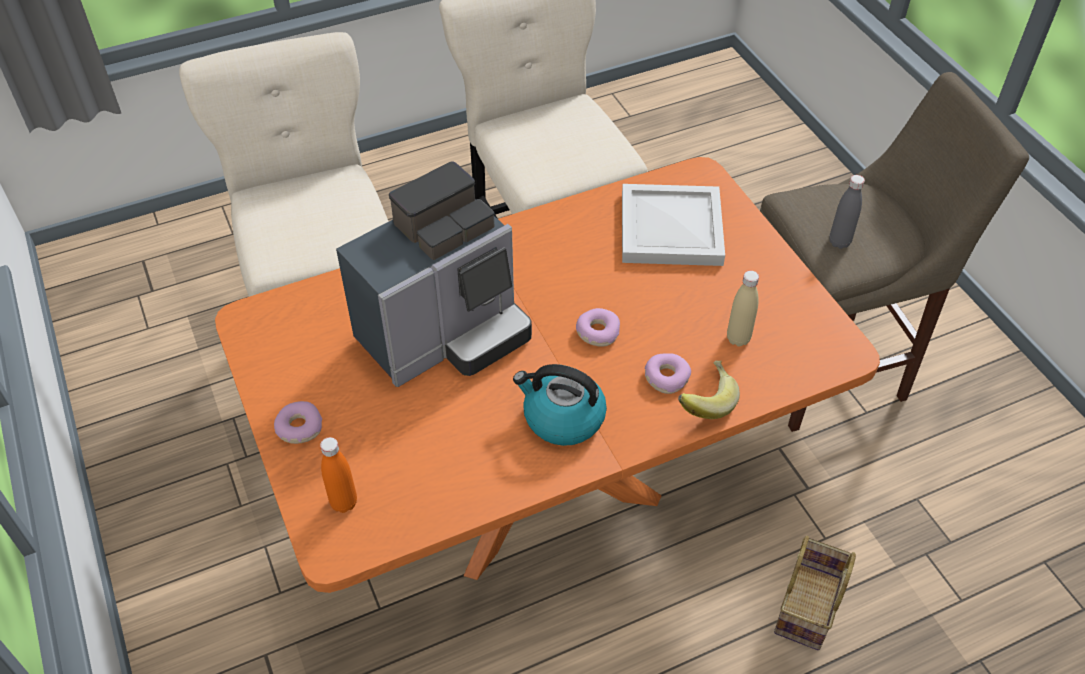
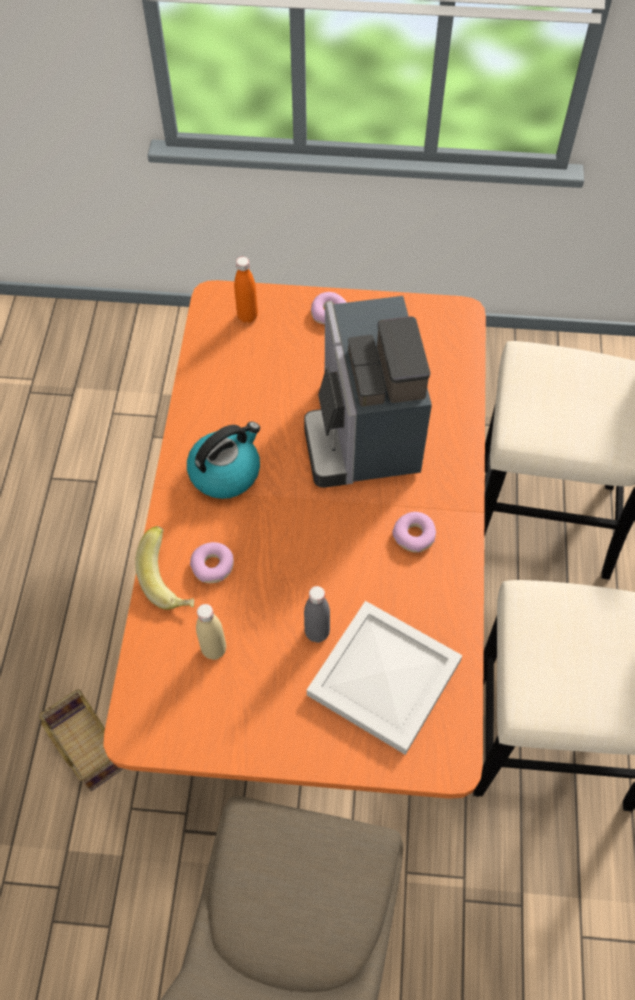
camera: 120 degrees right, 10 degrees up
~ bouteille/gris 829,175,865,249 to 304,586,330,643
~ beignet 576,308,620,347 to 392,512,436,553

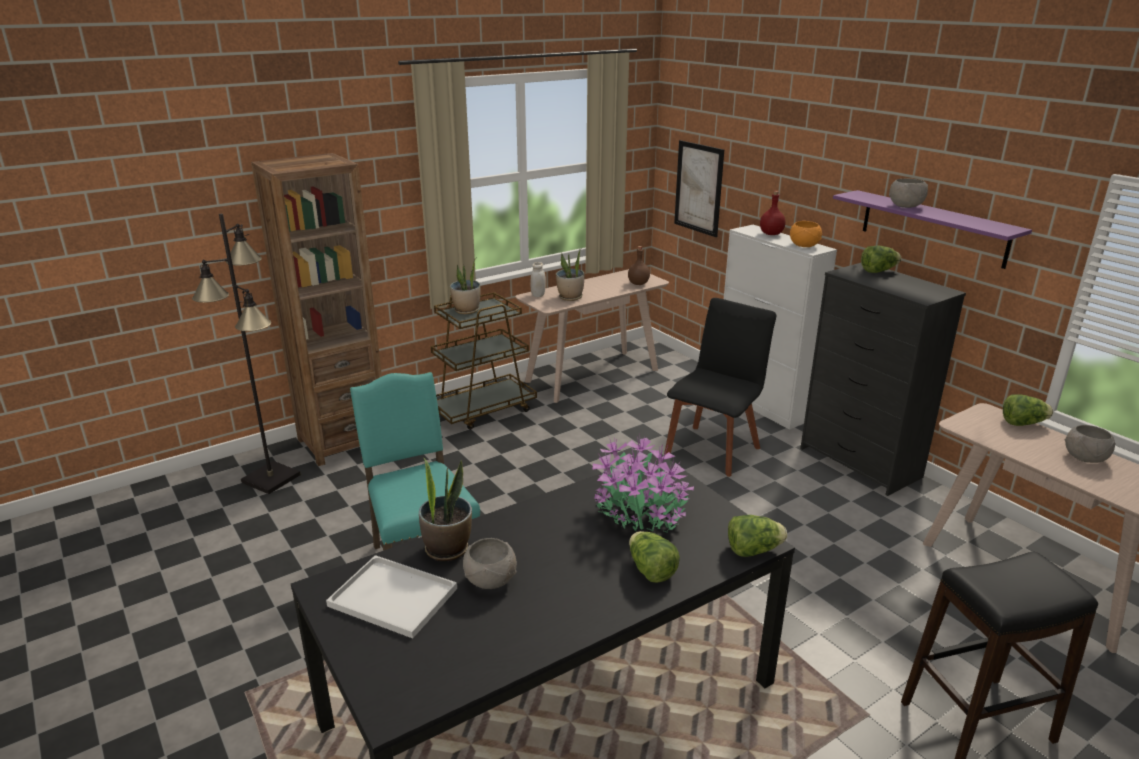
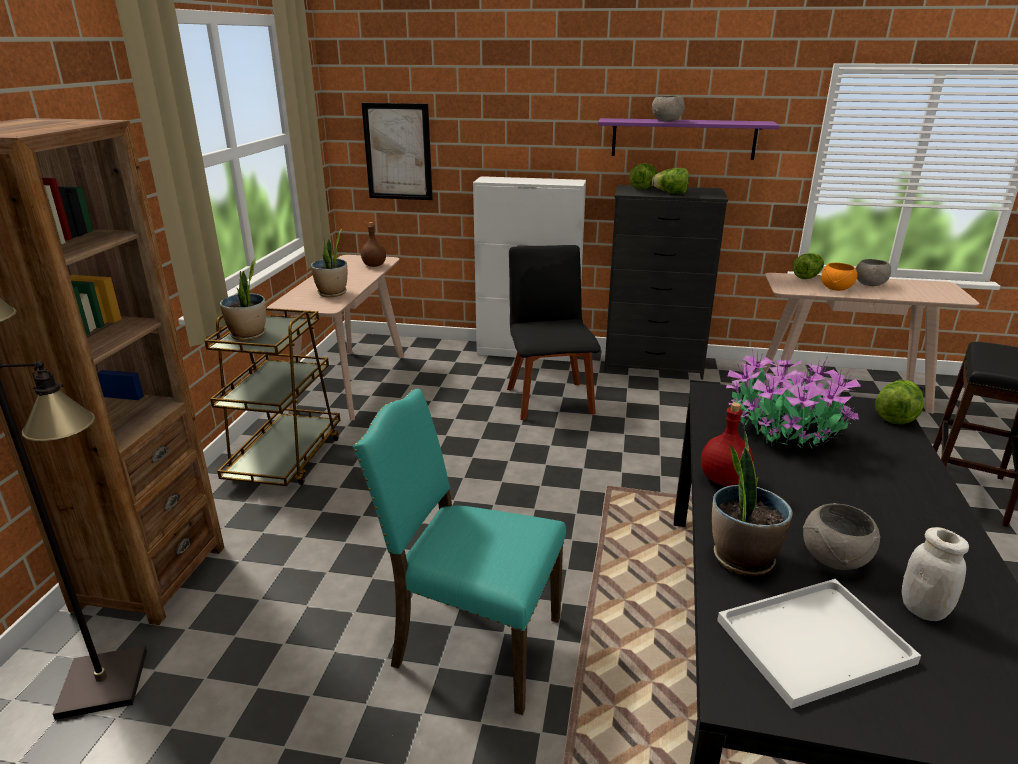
camera: 45 degrees left, 0 degrees up
~ laitue 629,531,680,583 to 652,168,689,194
~ bouteille/rouge 760,191,785,235 to 701,402,753,486
~ bol/orange 790,221,822,247 to 821,263,857,291
~ bocal/blanc 531,262,546,297 to 902,527,969,621

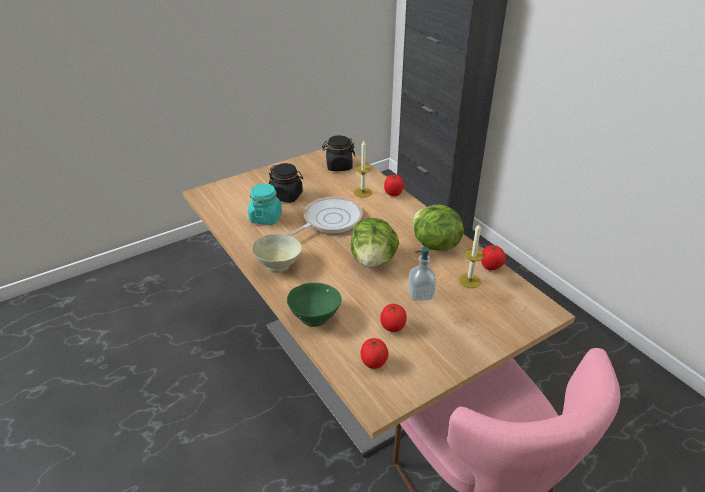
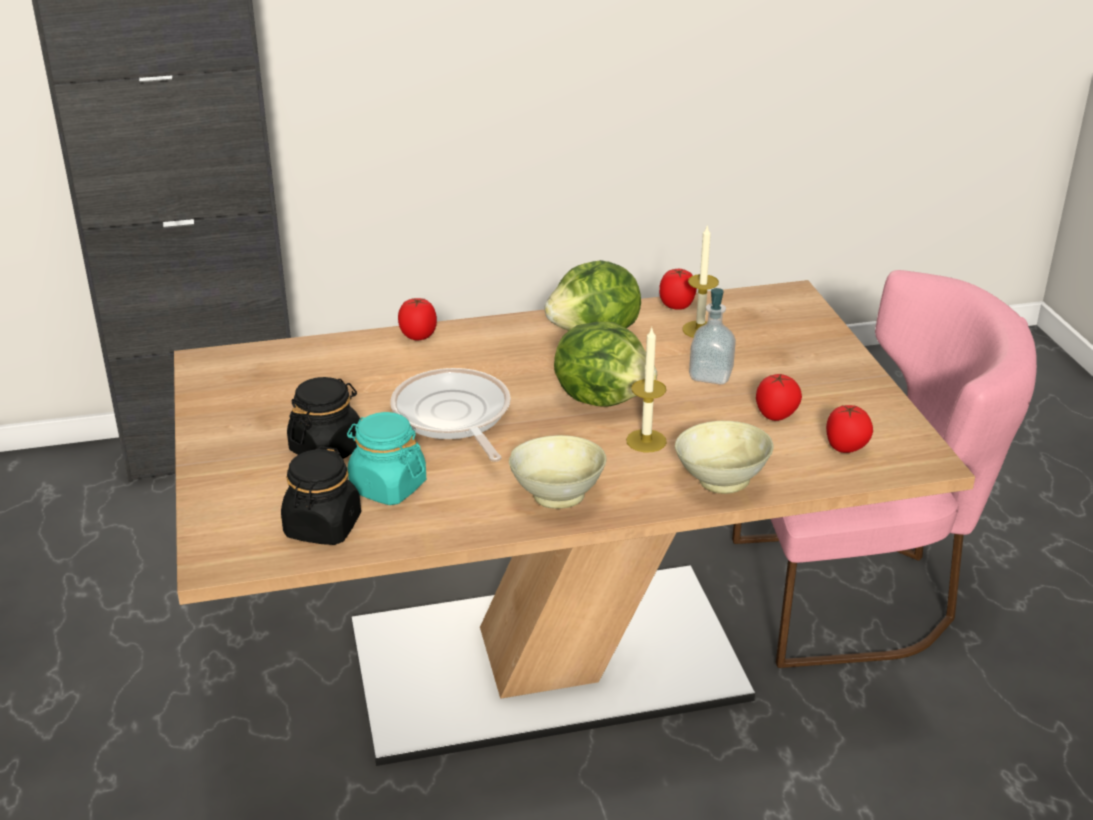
camera: 70 degrees left, 5 degrees down
~ bocal/noir 322,135,356,171 to 281,446,361,545
~ bougie 354,141,372,197 to 626,327,667,452
~ bol/vert 287,283,341,327 to bol/beige 675,421,774,494

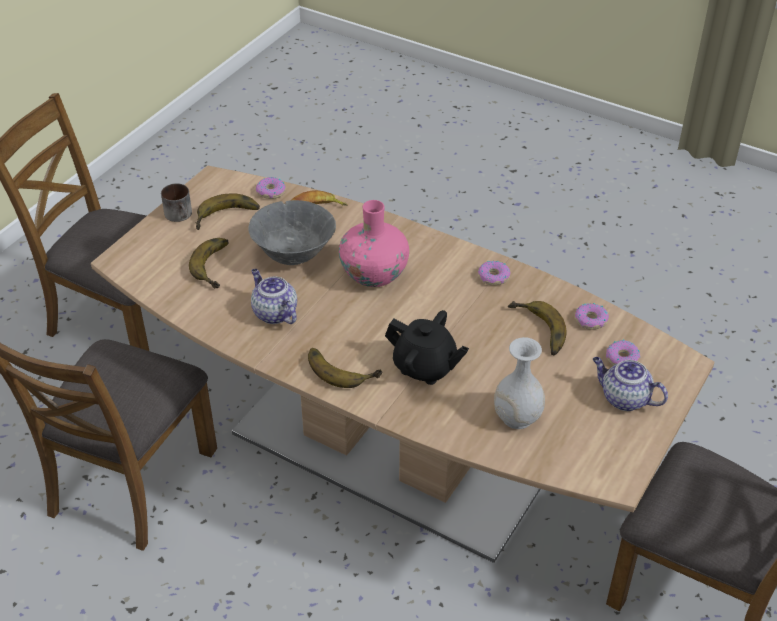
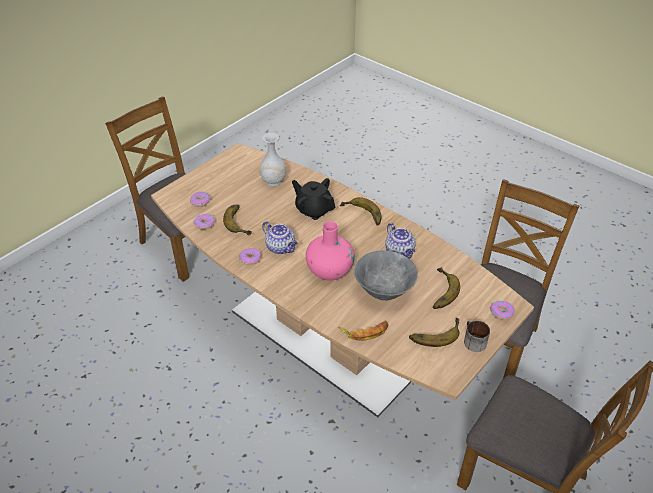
camera: 170 degrees left, 0 degrees up
~ théière 593,357,668,411 to 262,221,298,254
~ beignet 256,177,286,199 to 490,300,514,320

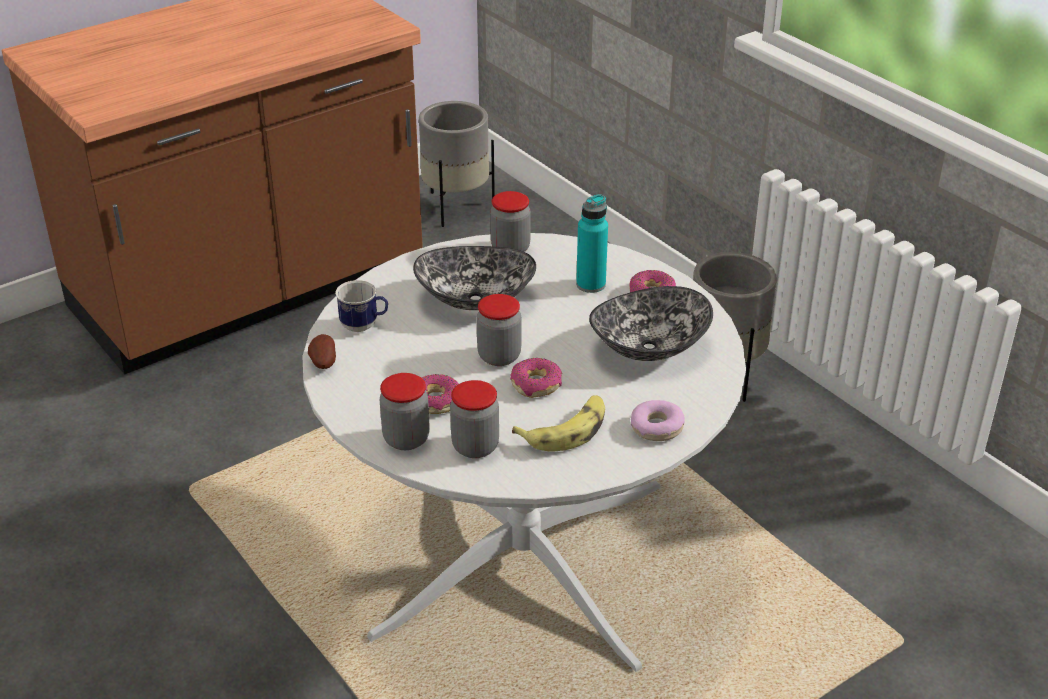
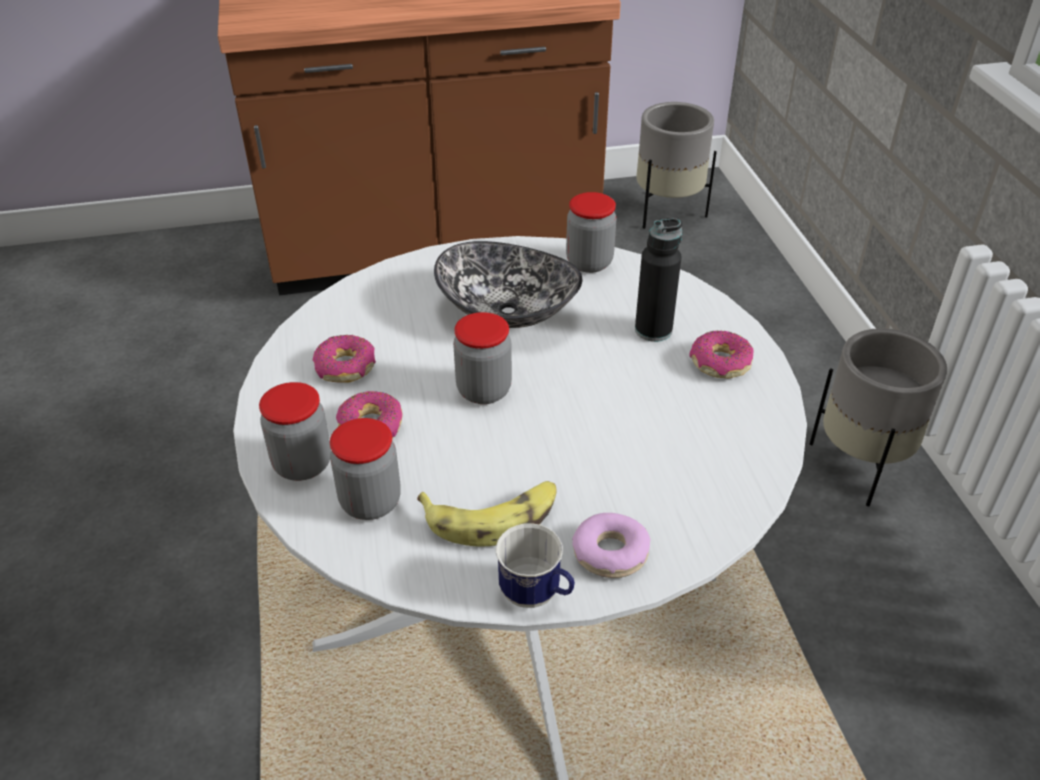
camera: 25 degrees right, 5 degrees up
~ beignet 510,358,562,398 to 313,335,376,383
~ mug 335,280,388,332 to 496,523,575,608
~ bouteille/turquoise 576,194,608,293 to bouteille/noir 635,218,682,342
- pomme de terre 308,334,336,369
- bol 589,286,713,361

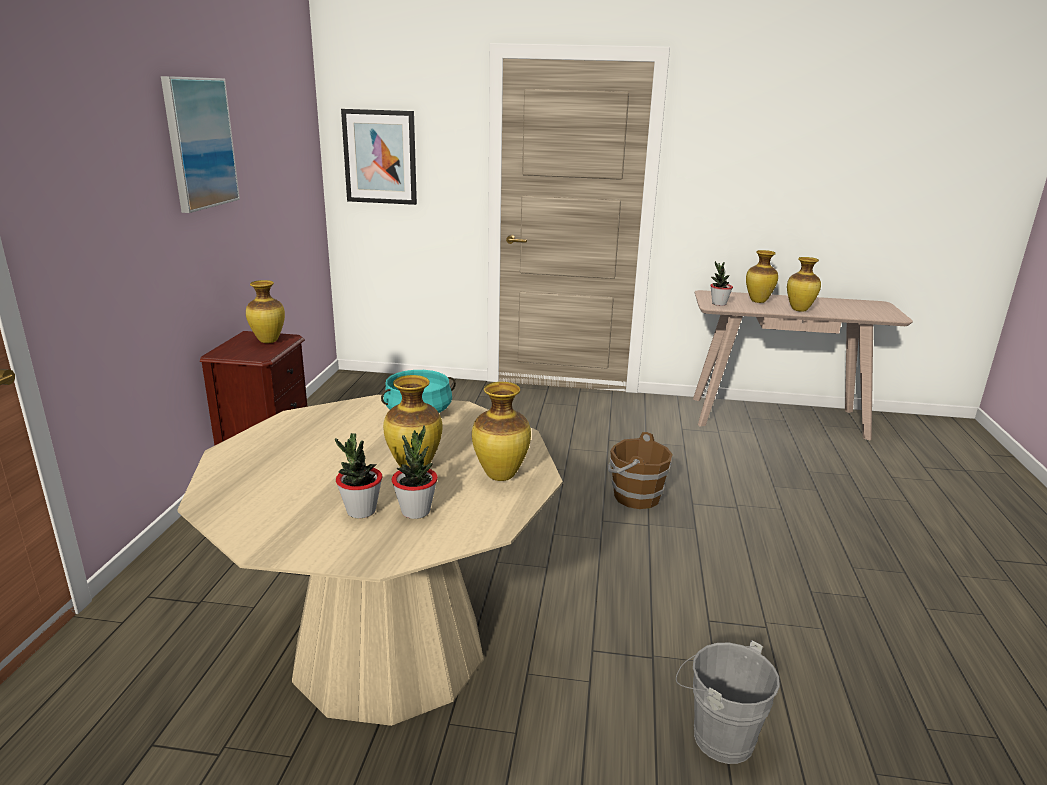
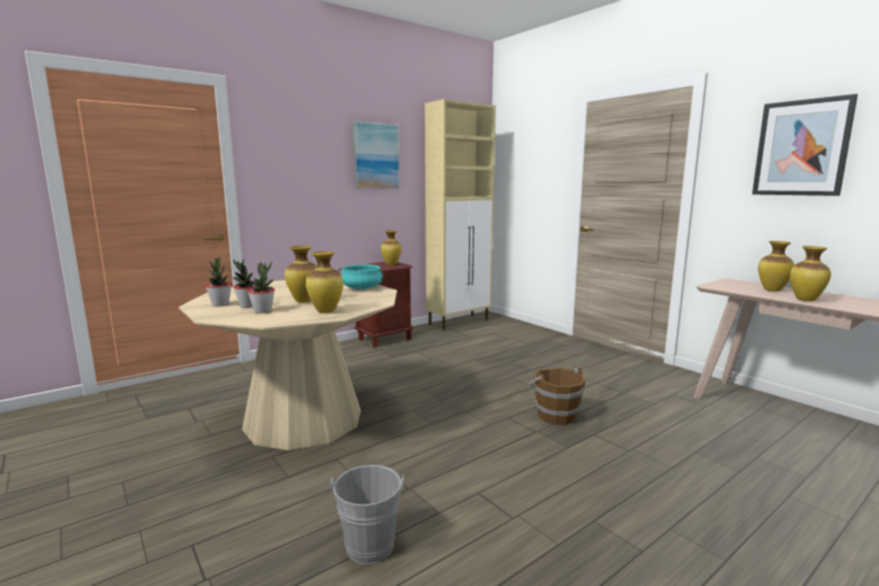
camera: 45 degrees right, 10 degrees down
~ plante en pot 710,261,733,306 to 205,257,232,306
+ meuble de rangement/beige 425,99,496,330
~ tableau 341,109,417,205 to 752,94,858,196

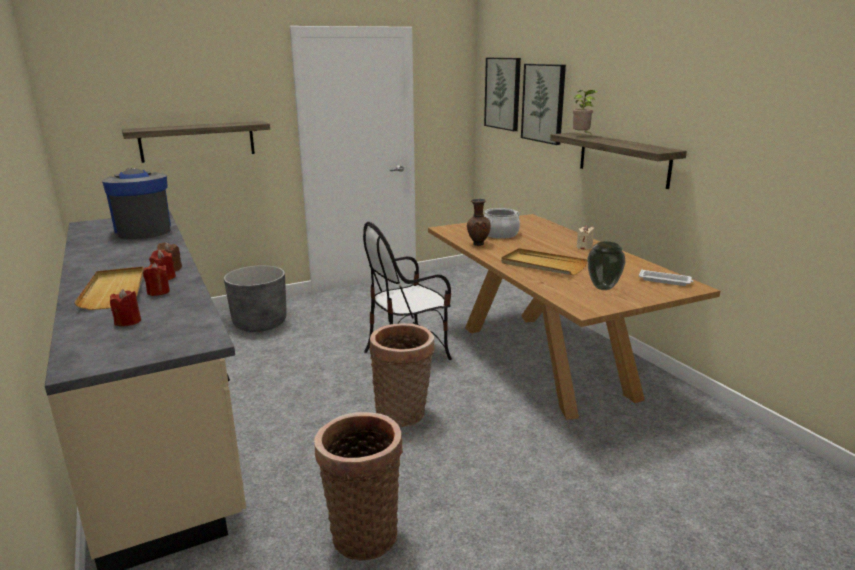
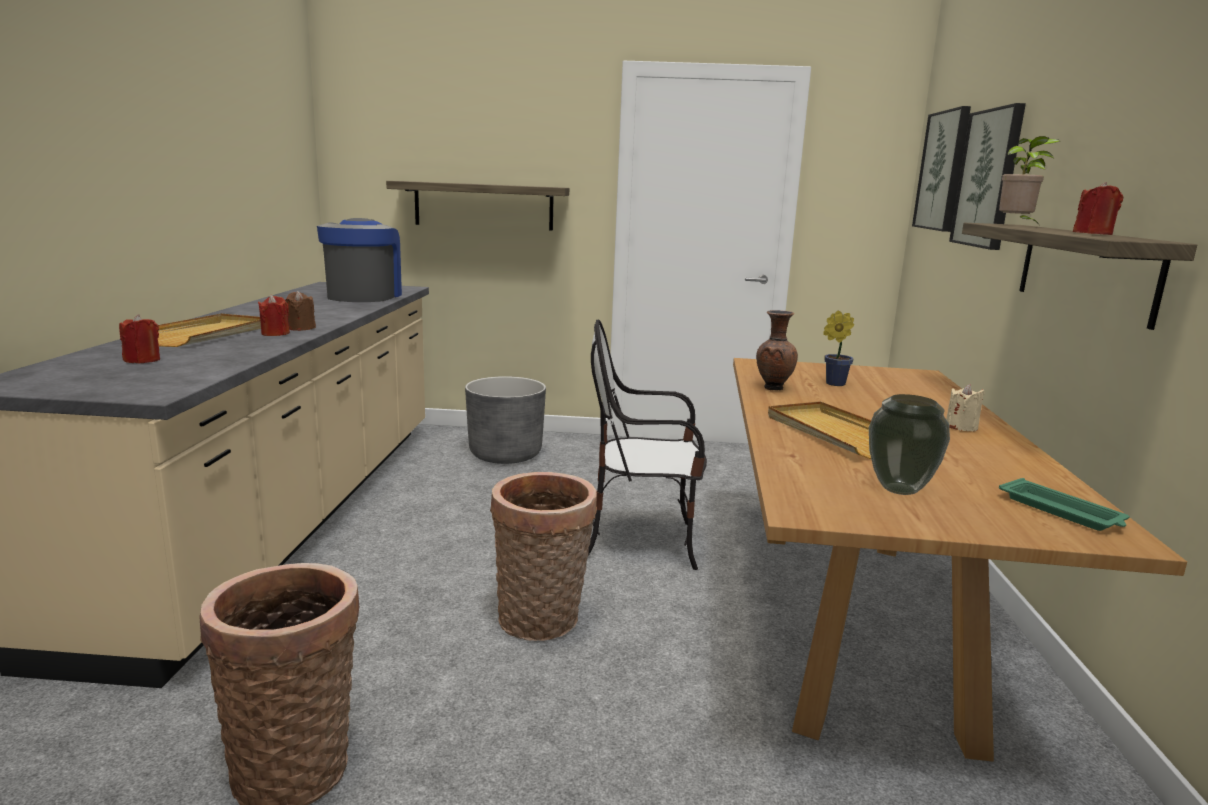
camera: 30 degrees right, 5 degrees down
~ marmite 484,208,520,239 to plante en pot 823,311,854,386
~ plateau/blanc 639,269,694,286 to plateau/vert 999,478,1130,531
~ bougie/rouge 143,263,170,296 to 1073,182,1124,235

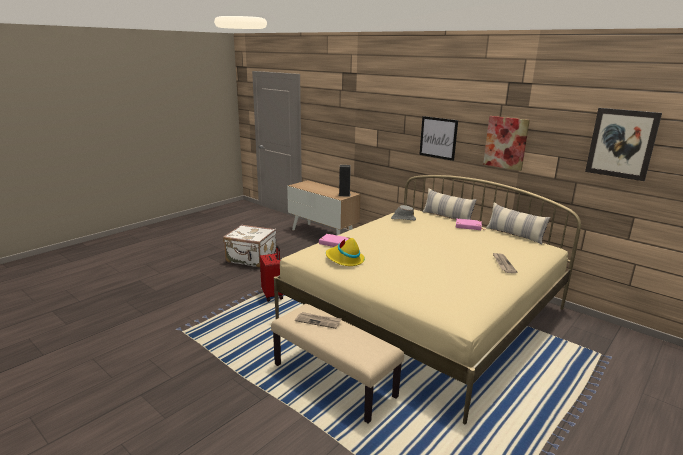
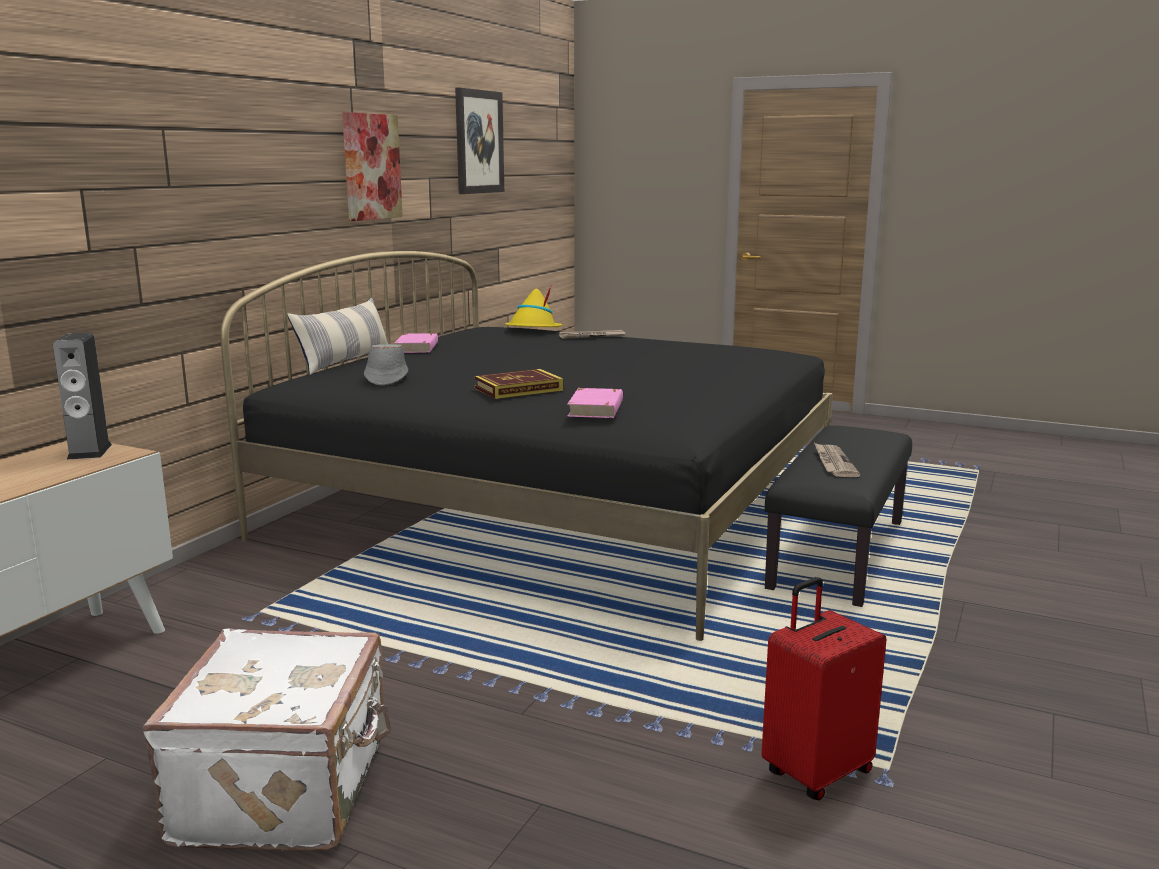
camera: 105 degrees left, 5 degrees down
~ lit/beige 274,175,581,424 to lit/noir 220,251,833,641
+ livre 474,369,563,399
~ chapeau/jaune 326,238,365,266 to 505,284,563,327
~ valise/rouge 260,245,284,302 to 761,577,887,800
~ banc/beige 271,304,404,424 to banc/noir 765,425,912,607
- tableau 419,116,458,161
- coussin 486,202,551,244

